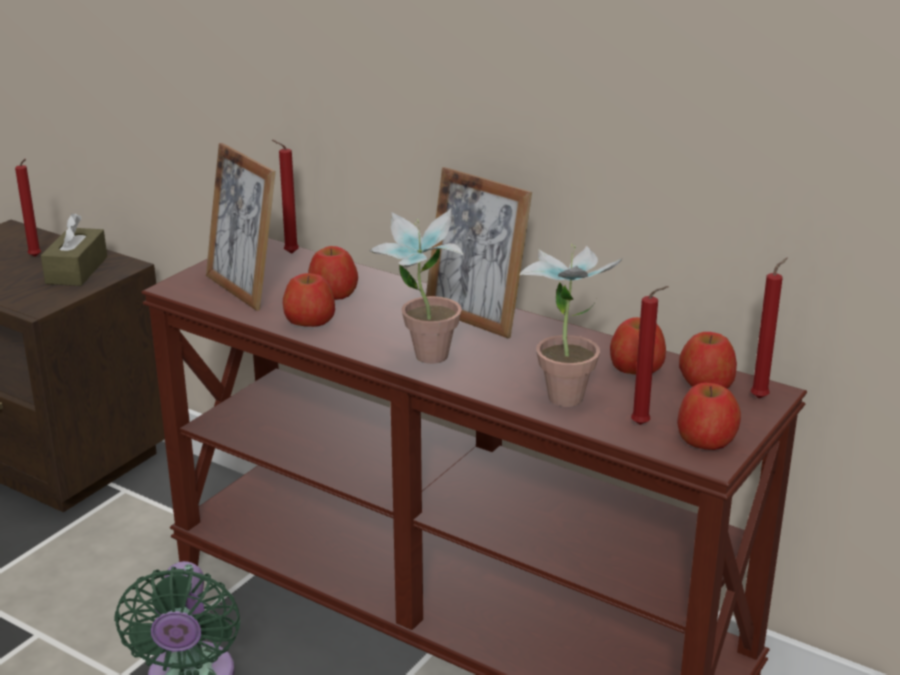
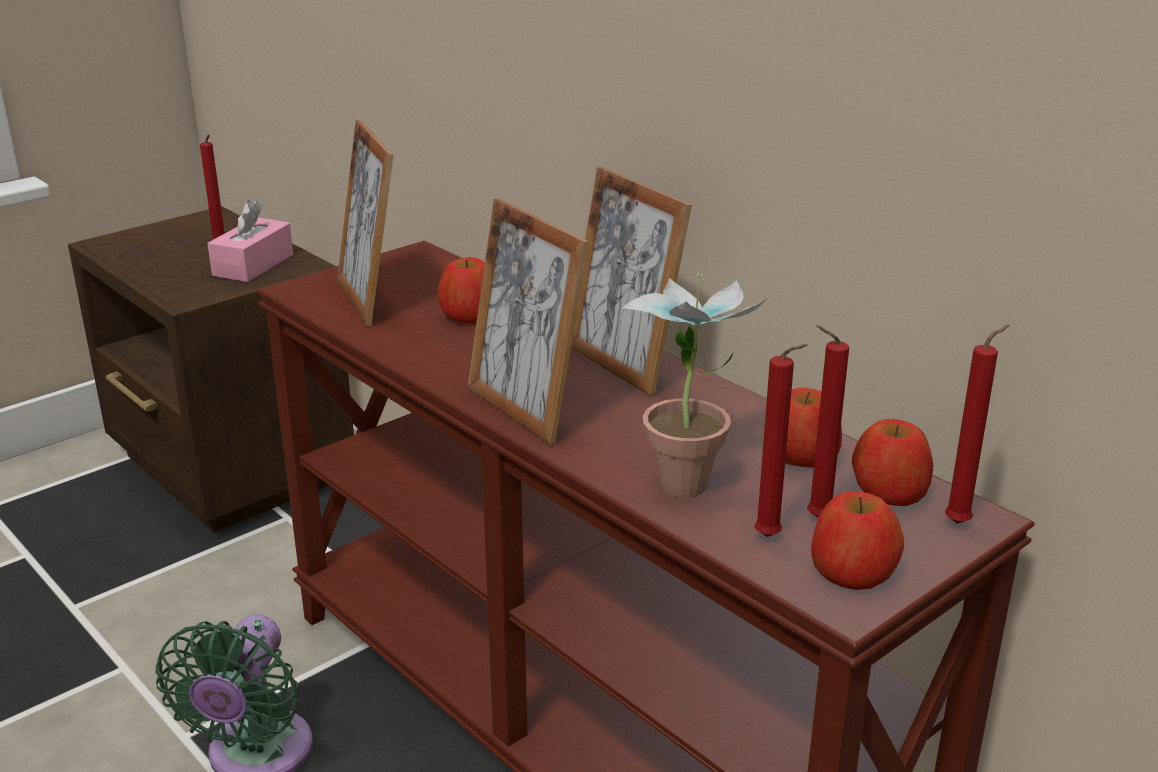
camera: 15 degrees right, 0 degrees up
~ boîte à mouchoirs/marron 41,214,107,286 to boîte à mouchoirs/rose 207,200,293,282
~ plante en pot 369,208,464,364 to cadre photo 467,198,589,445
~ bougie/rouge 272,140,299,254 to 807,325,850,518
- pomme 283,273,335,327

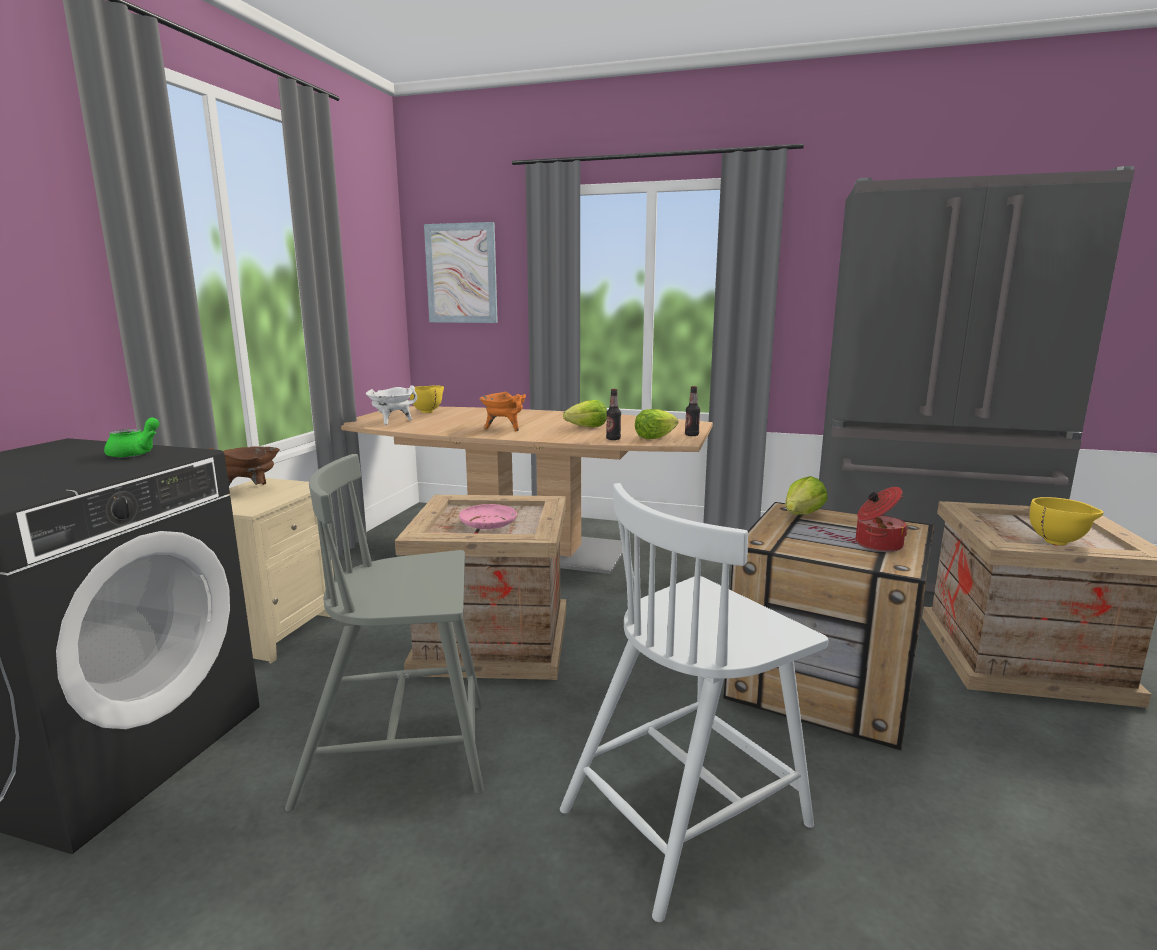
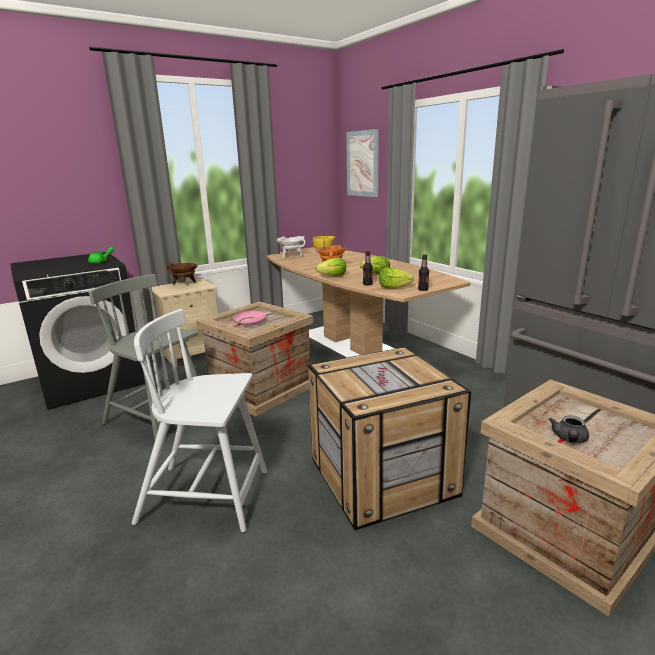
camera: 40 degrees right, 5 degrees up
~ laitue 785,476,828,515 to 316,258,346,276
~ bol/jaune 1030,497,1103,545 to théière/gris 549,415,589,443
- marmite 855,487,908,552

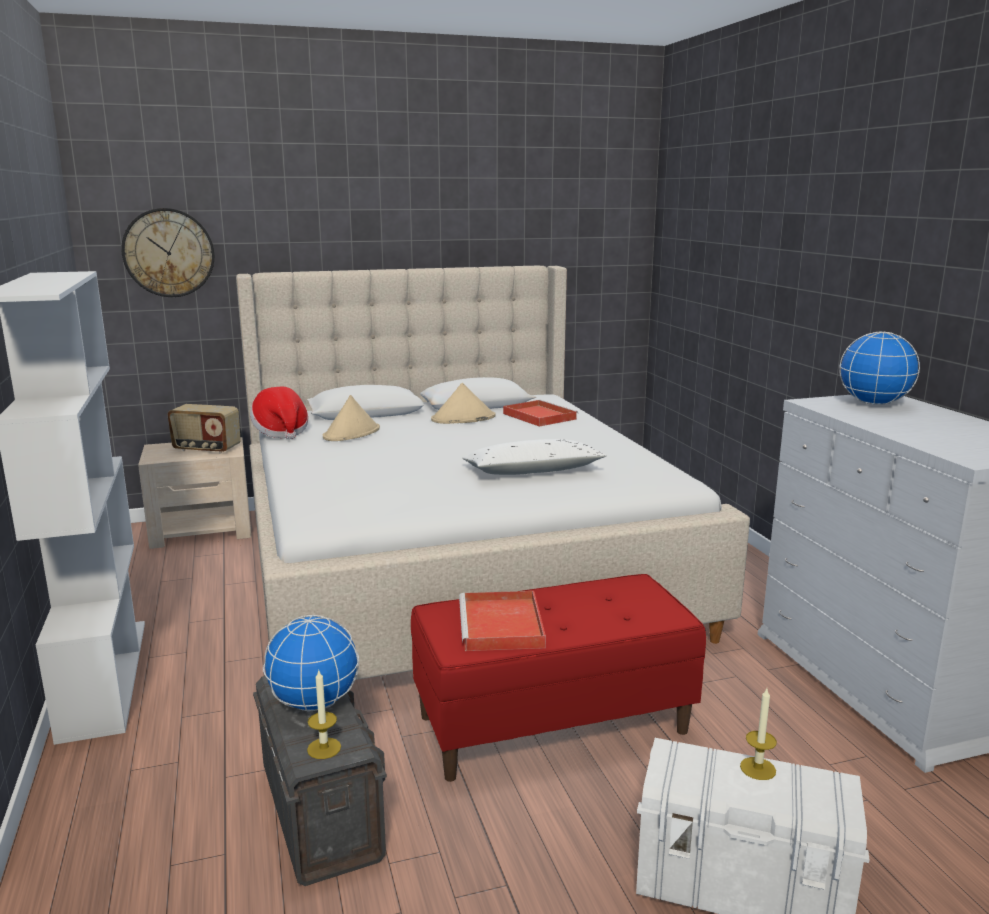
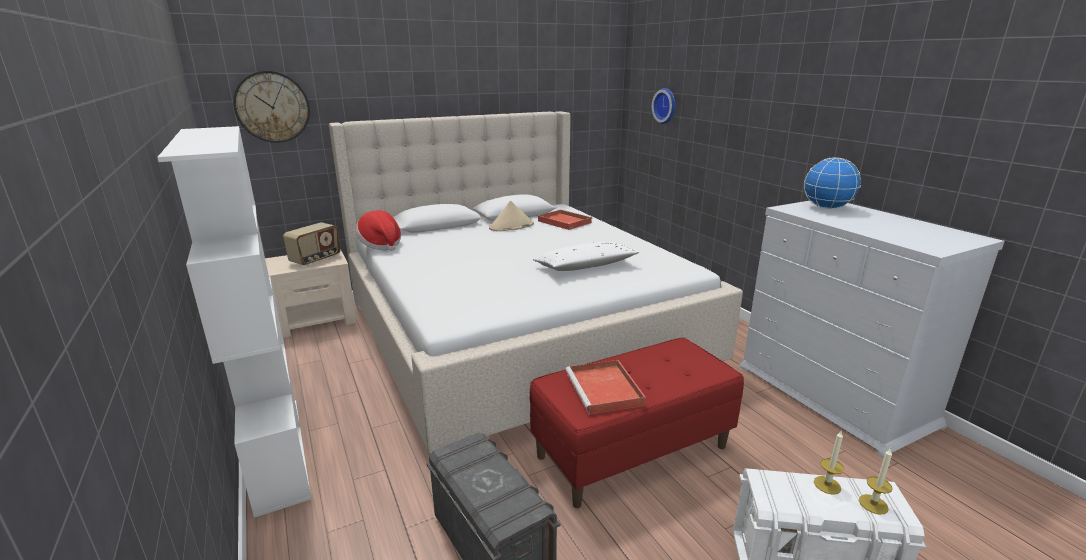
camera: 10 degrees left, 5 degrees up
~ radio 167,404,241,454 = 283,222,340,266 60 degrees counterclockwise
+ horloge murale 652,88,676,124
~ bougie 307,671,341,759 to 859,449,893,515
- globe 263,615,359,712
- chapeau/beige 323,395,380,441

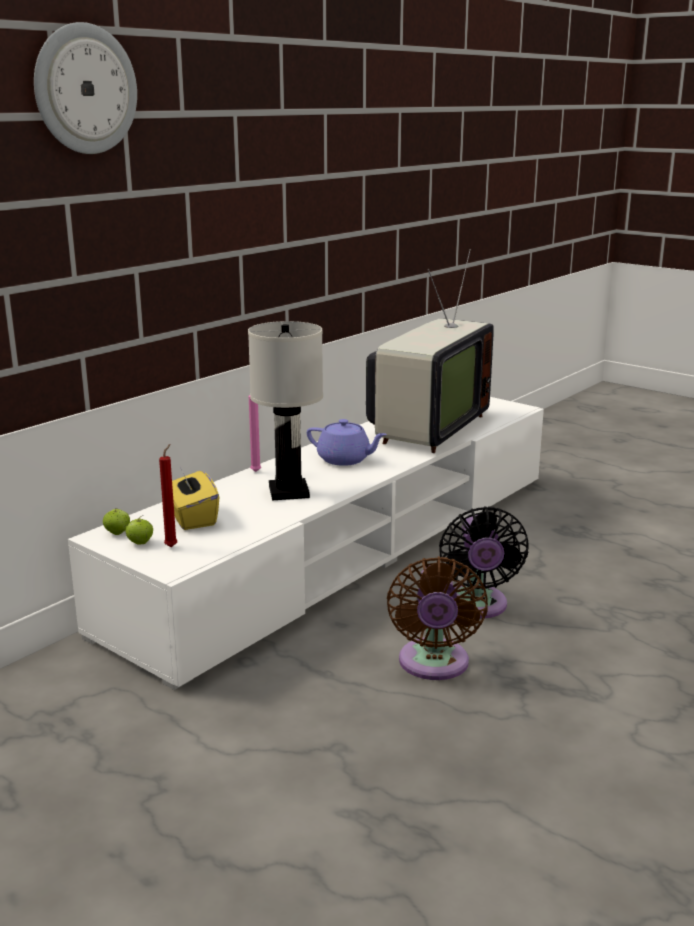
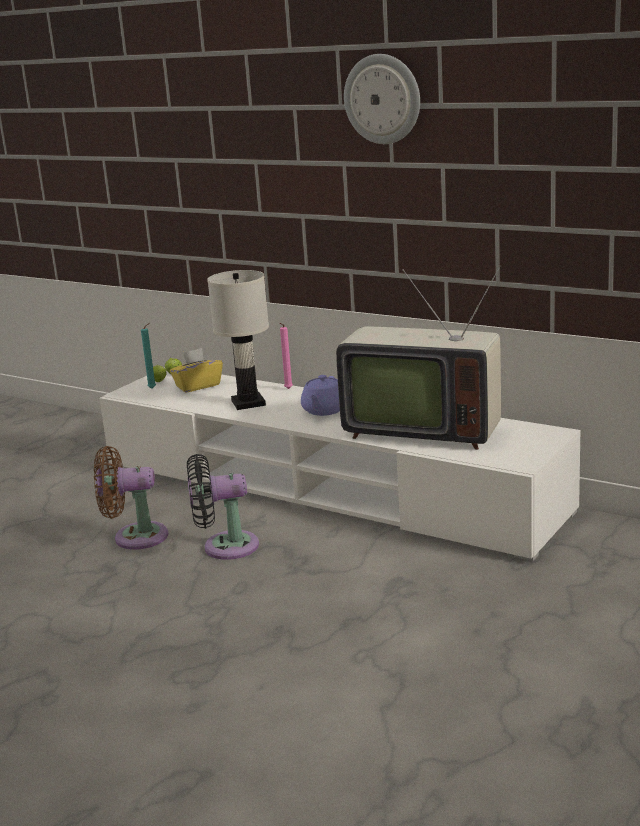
camera: 85 degrees right, 0 degrees up
~ bougie/rouge 159,444,177,547 to bougie/turquoise 141,323,156,389
~ horloge murale 34,22,137,154 to 344,54,420,144

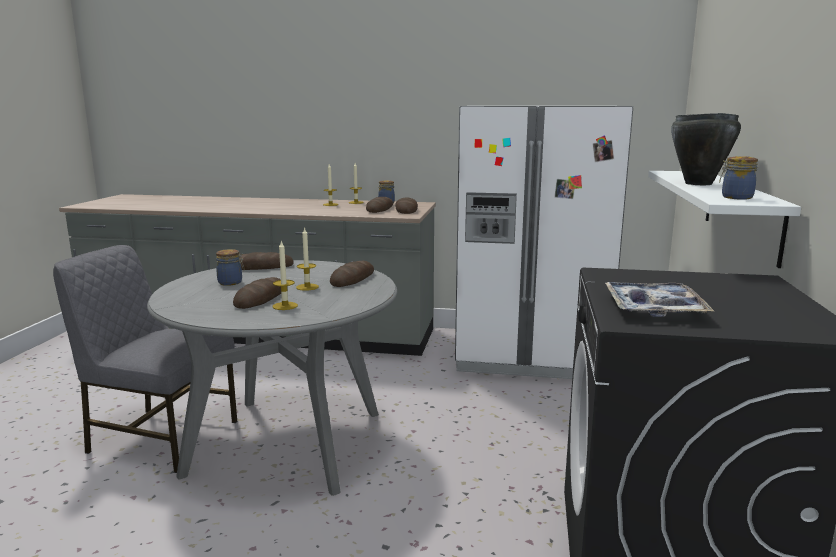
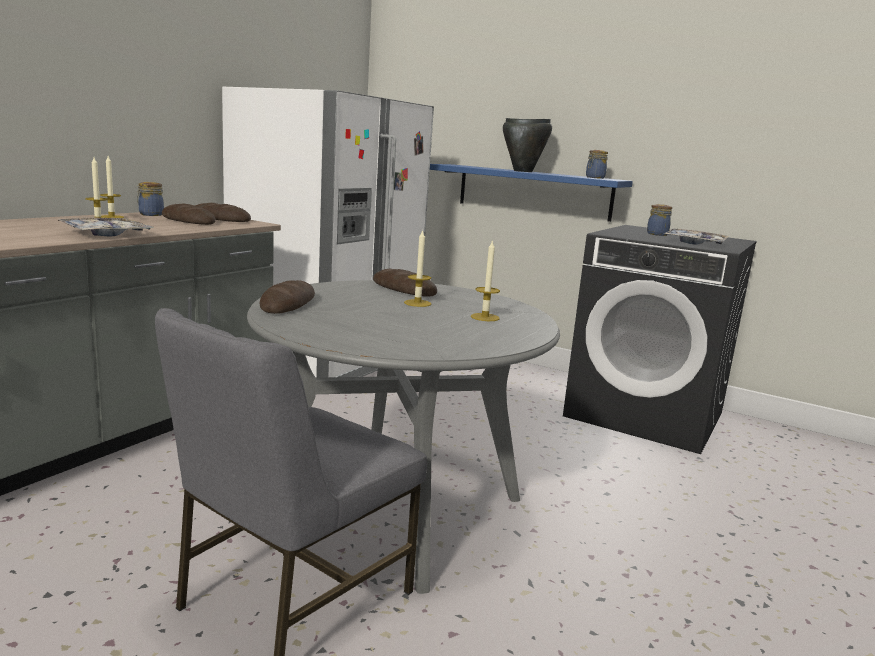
camera: 70 degrees left, 0 degrees up
+ plateau 58,218,154,236
~ étagère/blanc 648,171,801,268 to étagère/bleu 430,164,633,222
~ bocal 216,249,245,286 to 647,204,672,236
- pain 233,277,281,309

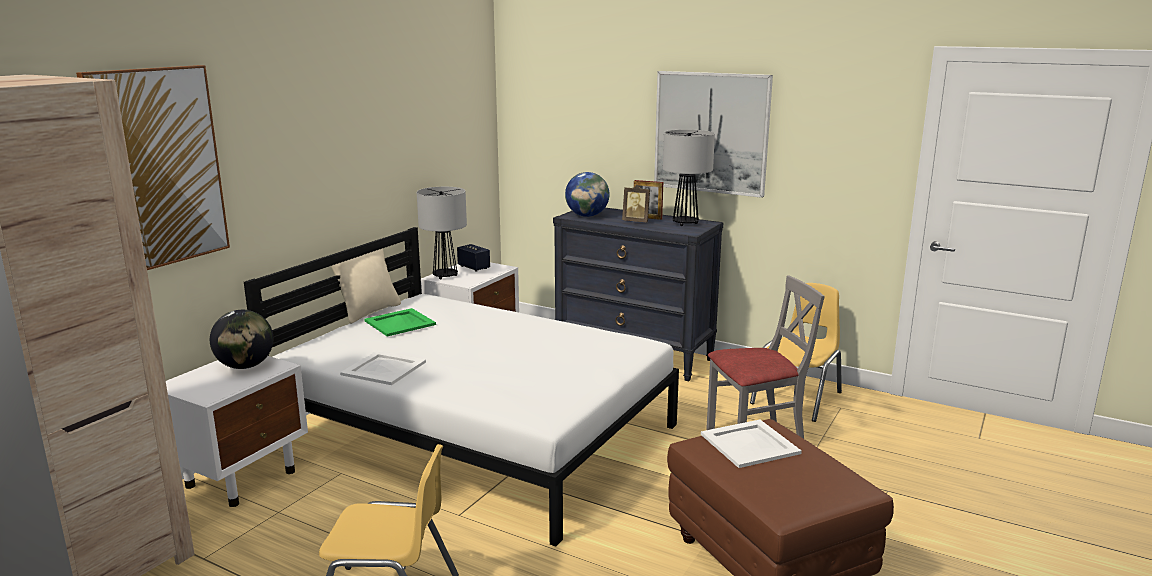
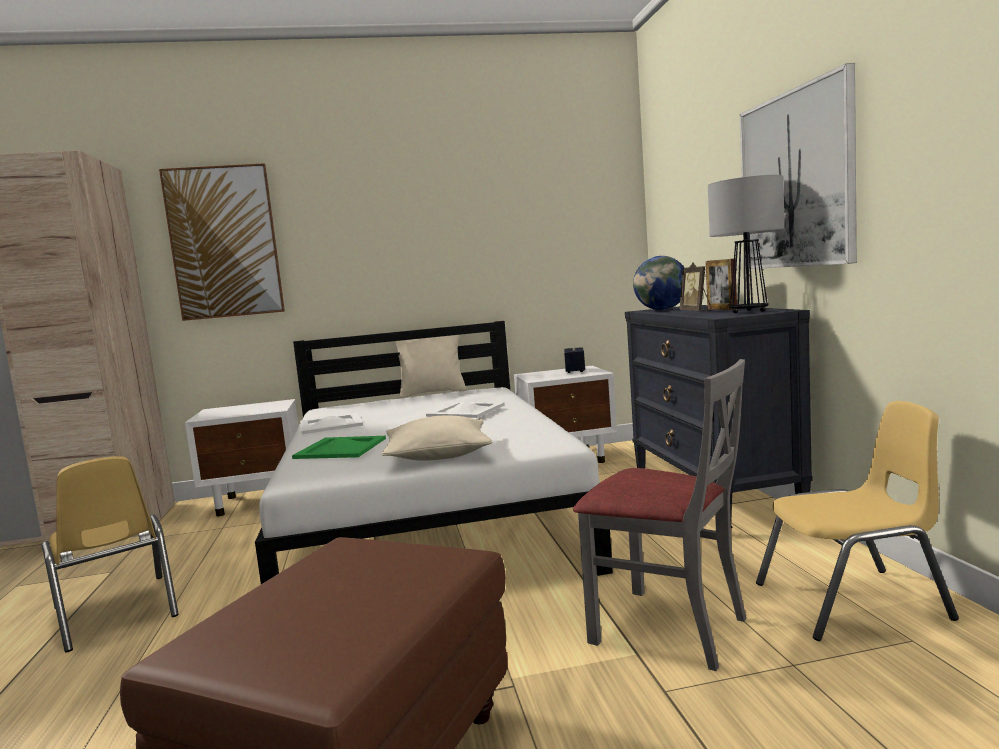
camera: 50 degrees right, 10 degrees down
~ plateau/vert 364,308,436,337 to 292,436,386,459
+ coussin/beige 382,416,492,461
~ plateau/blanc 701,419,802,468 to 426,402,505,418
- globe 210,310,273,369
- lampe de table 417,187,467,279

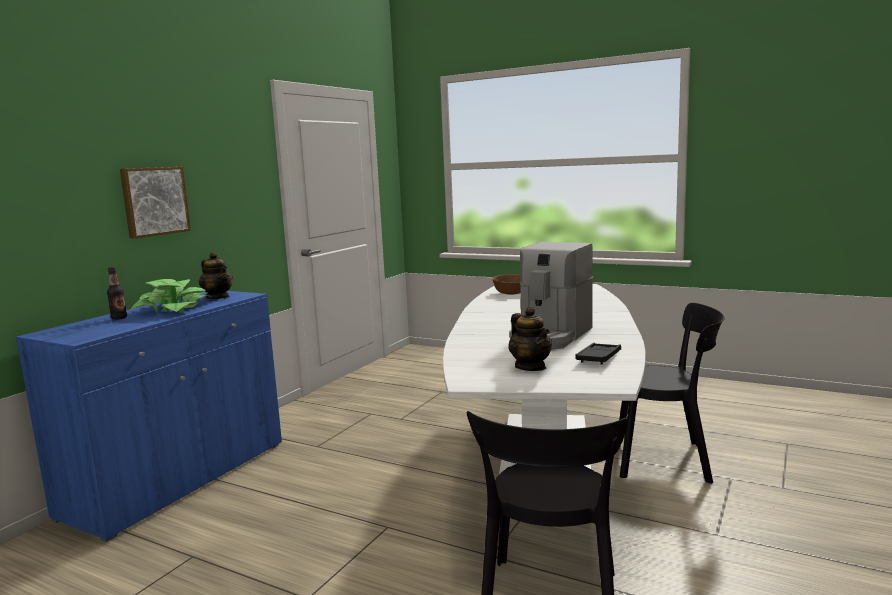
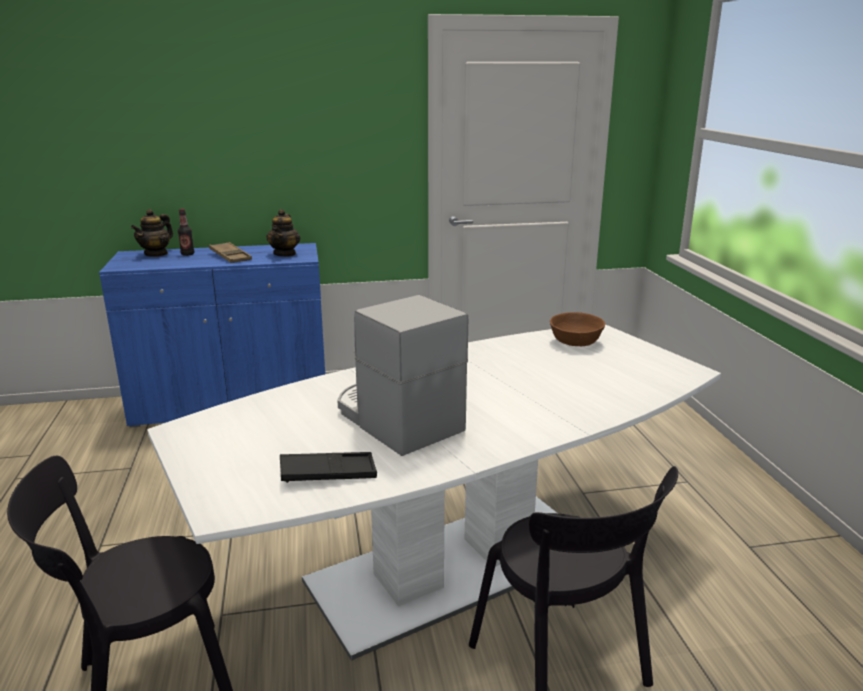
camera: 50 degrees right, 10 degrees up
~ théière 509,307,552,371 to 131,209,173,257
~ plante en pot 130,279,211,313 to plateau/marron 209,242,252,263
~ machine à café 509,242,593,350 = 337,295,468,456 60 degrees clockwise
- tableau 120,167,191,238

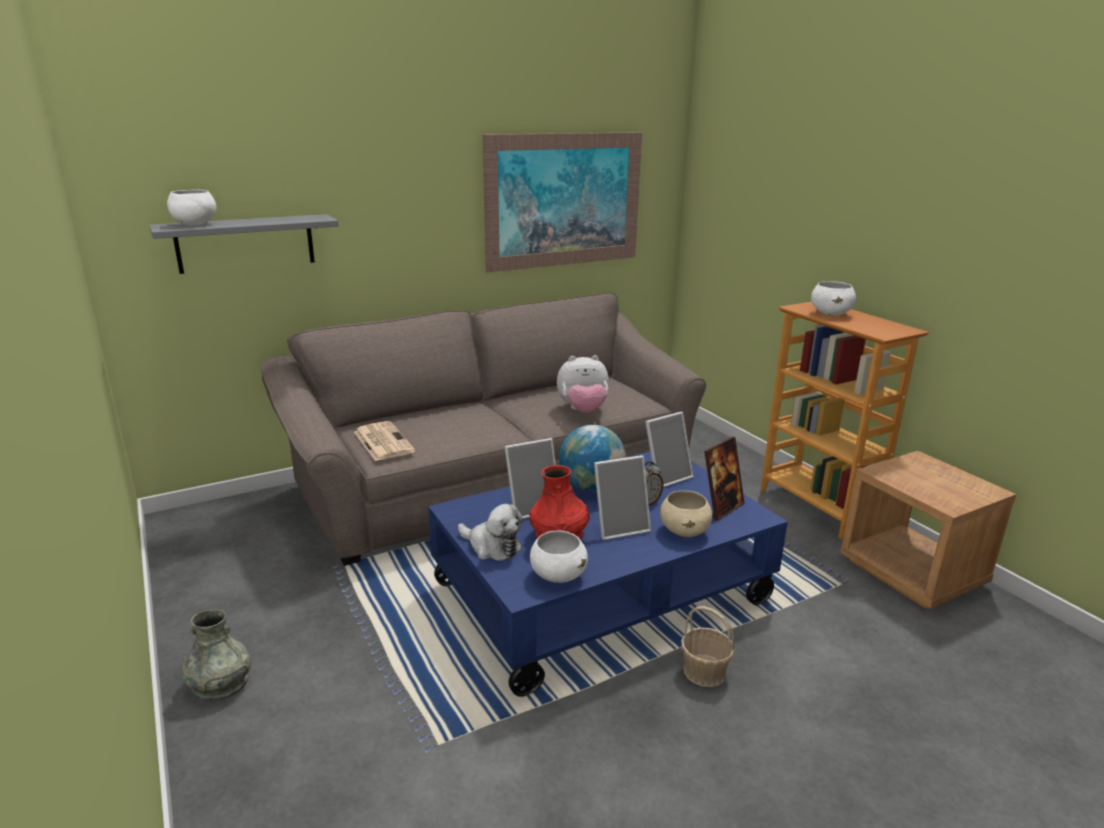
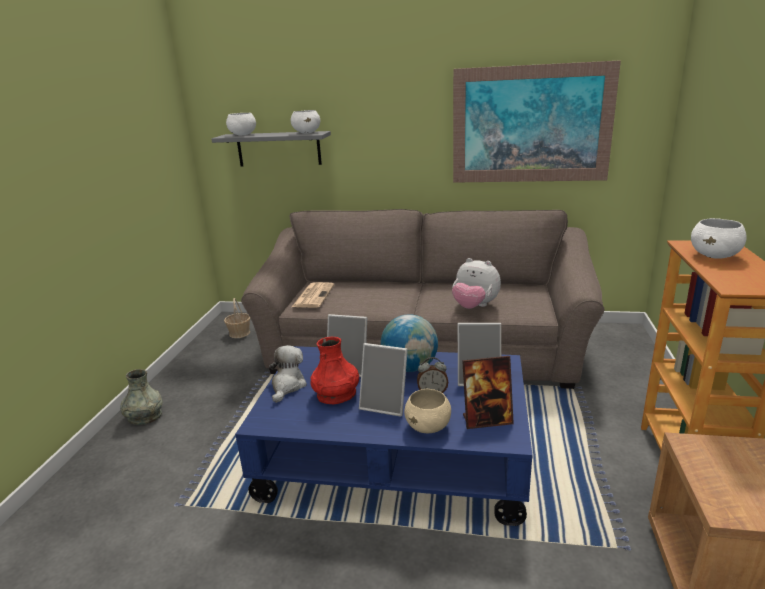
camera: 40 degrees right, 0 degrees up
~ panier 681,606,735,687 to 224,298,250,338
~ peluche 458,504,523,561 = 269,345,307,403 150 degrees counterclockwise
~ bol/blanc 530,530,588,583 to 290,110,320,133

